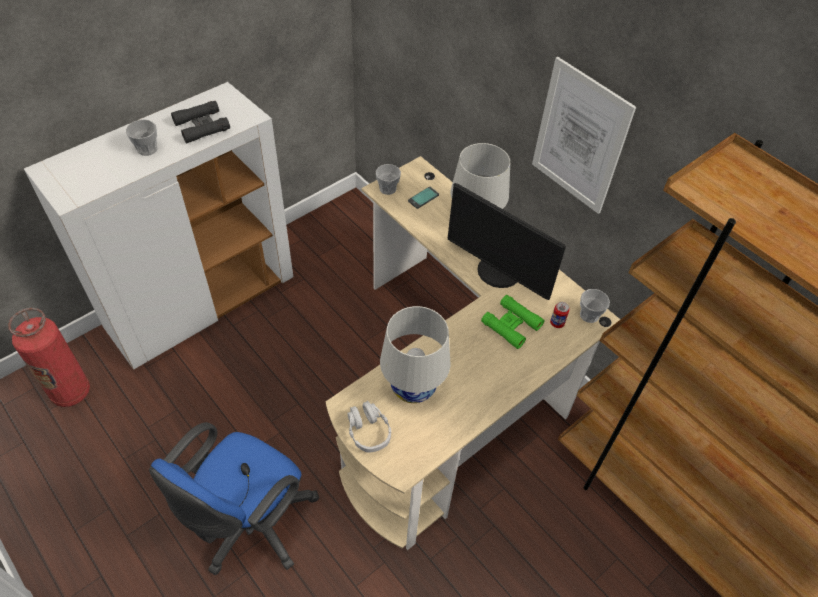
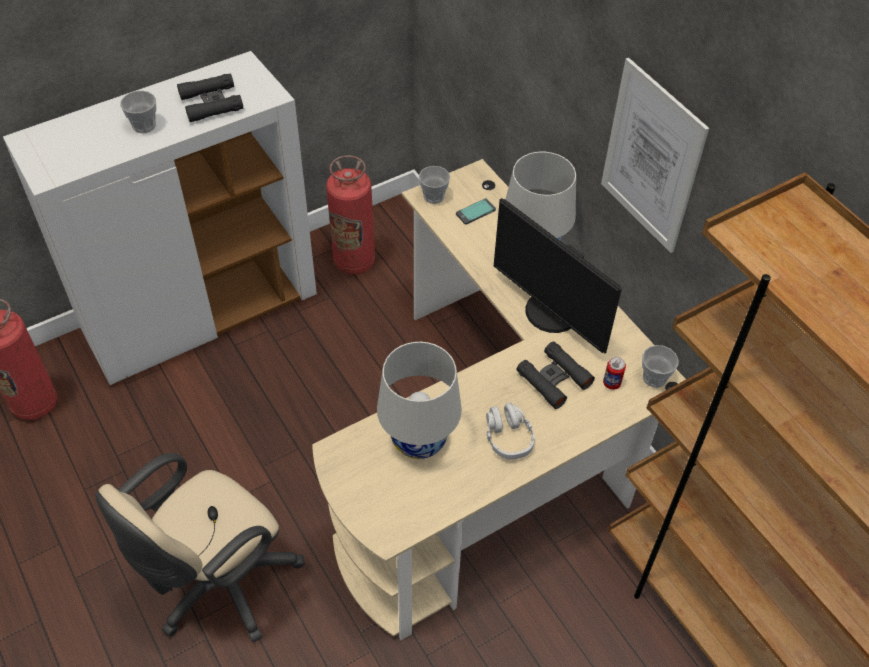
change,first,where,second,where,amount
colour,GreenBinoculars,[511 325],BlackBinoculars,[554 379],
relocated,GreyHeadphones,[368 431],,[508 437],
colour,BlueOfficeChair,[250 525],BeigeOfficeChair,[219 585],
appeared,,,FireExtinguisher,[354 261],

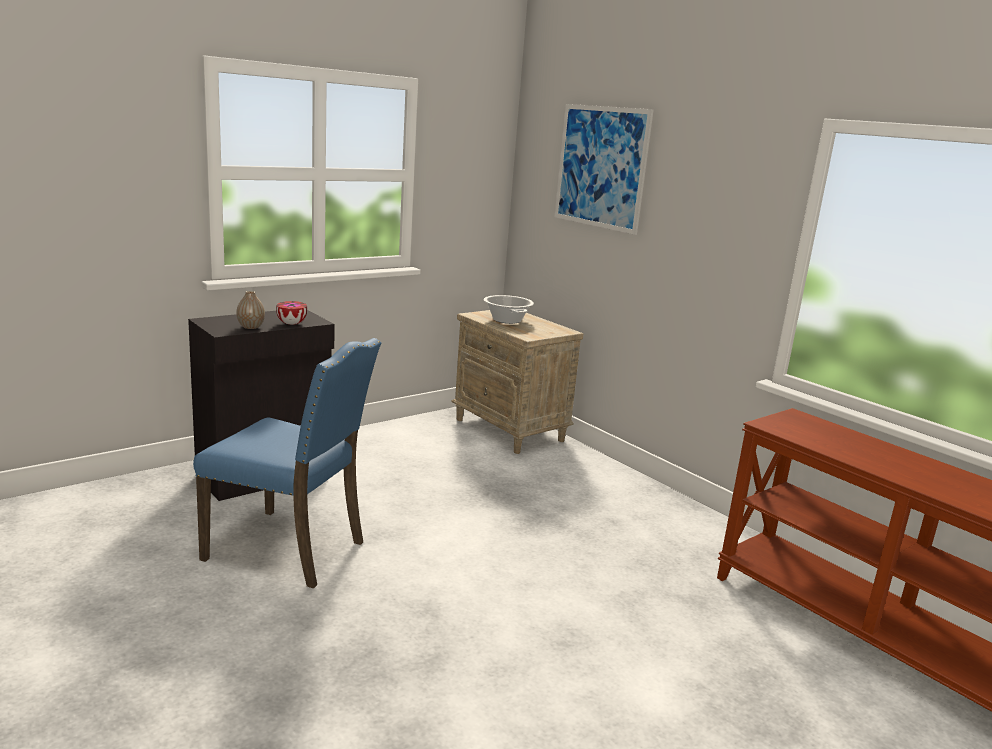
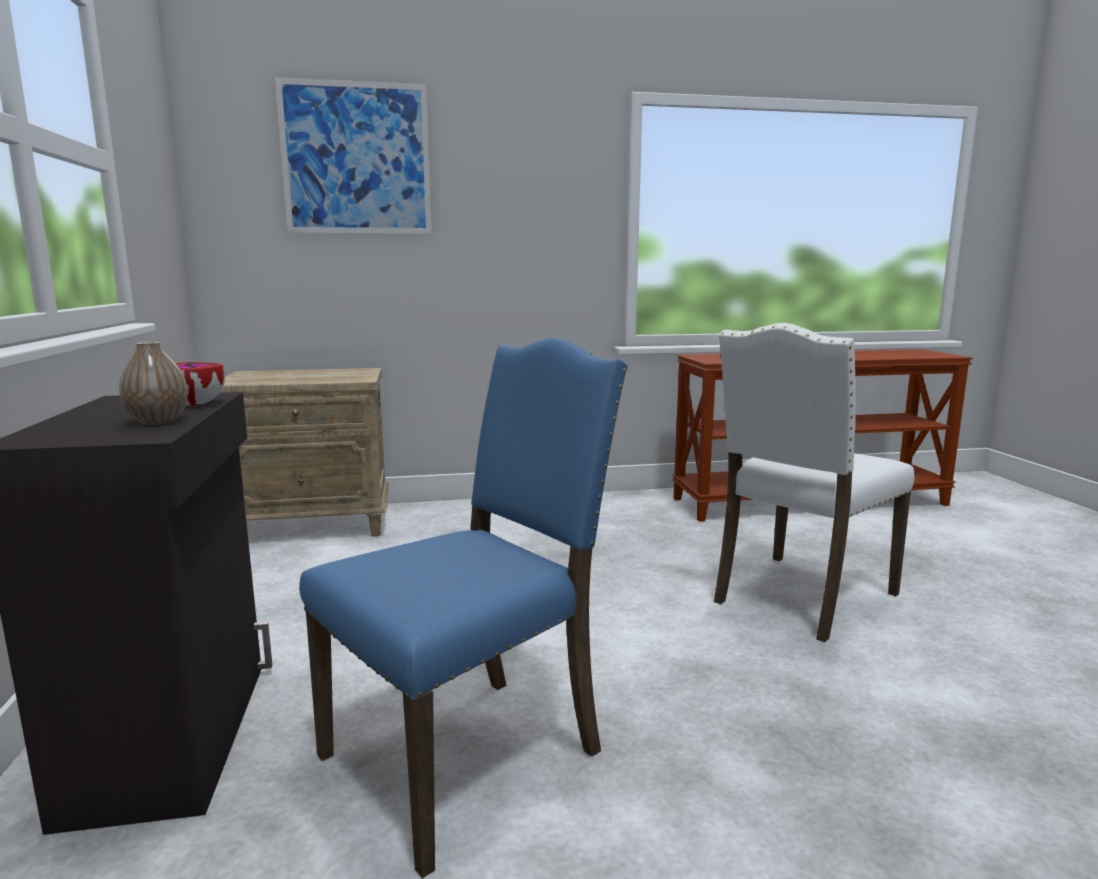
change,first,where,second,where,amount
missing,CookingPot,[506 320],,,
appeared,,,WhiteChair,[800 597],

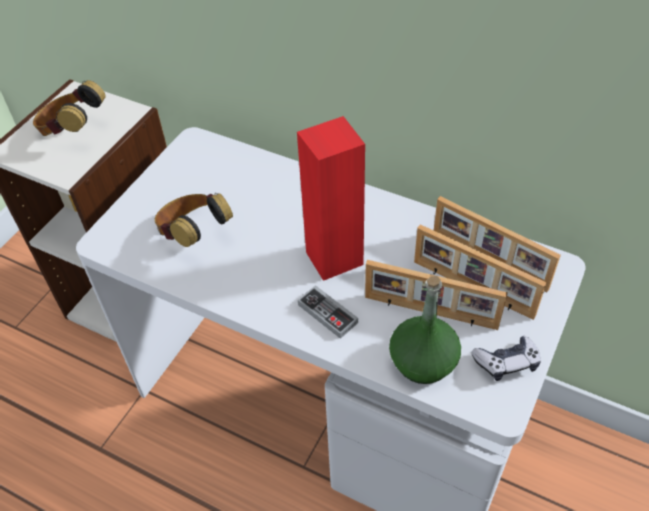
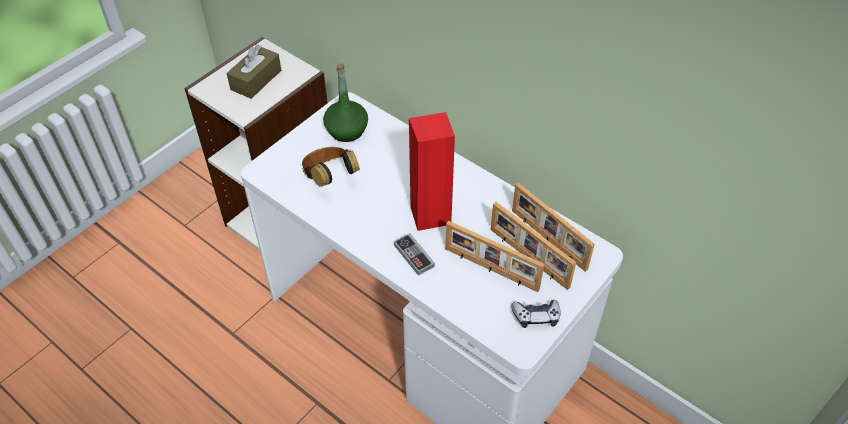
change,first,where,second,where,amount
exchanged,Headphones,[73 131],BrownTissueBox,[256 80],
relocated,GreenBottle,[422 361],,[346 130],

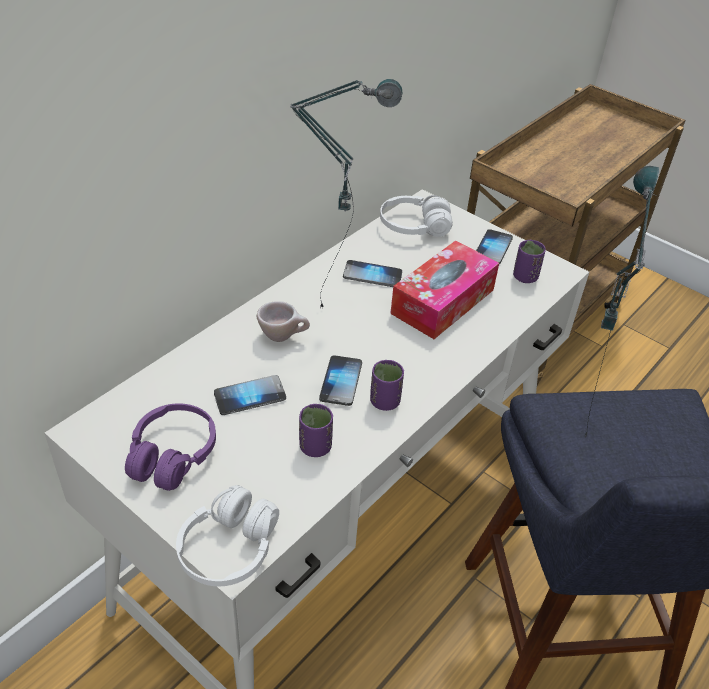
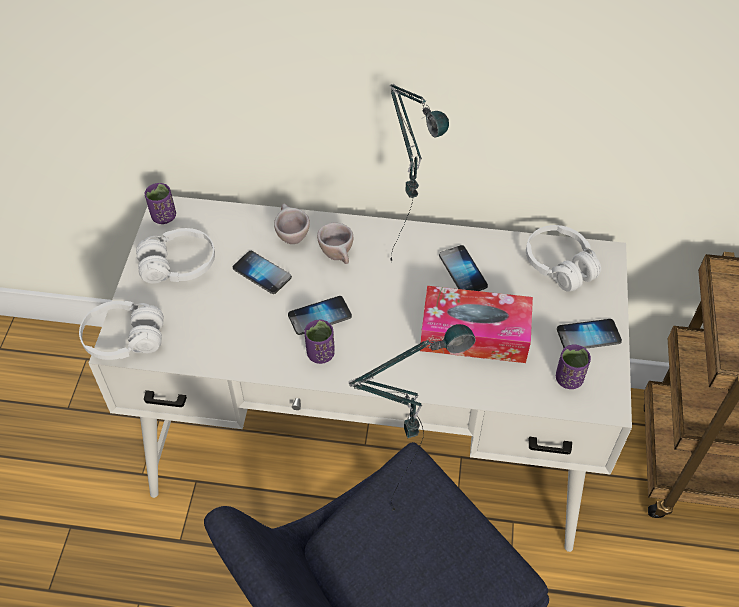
change,first,where,second,where,amount
colour,PurpleHeadphones,[172 455],WhiteHeadphones,[178 265],
relocated,PurpleCup,[315 447],,[164 216],
appeared,,,BeigeCup,[291 235],

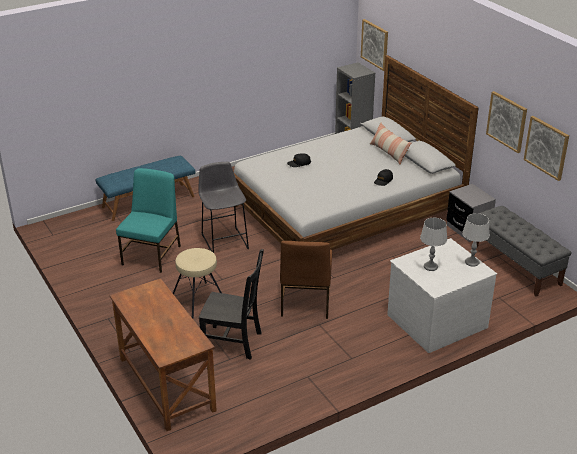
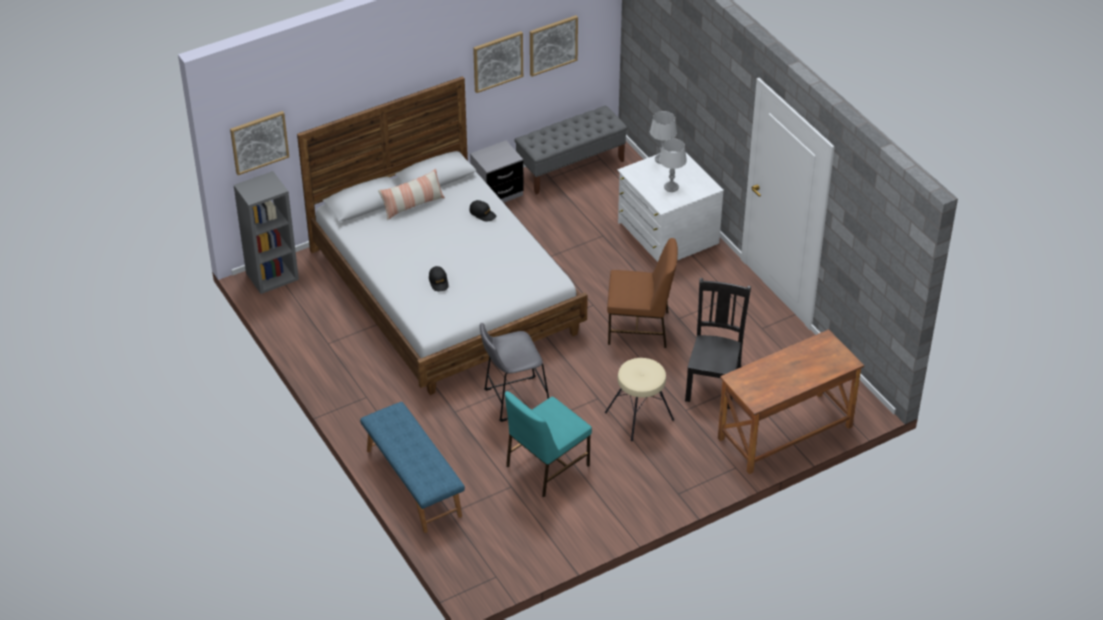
change,first,where,second,where,amount
spun,TurquoiseChair,[152 255],,[546 466],60 degrees counterclockwise

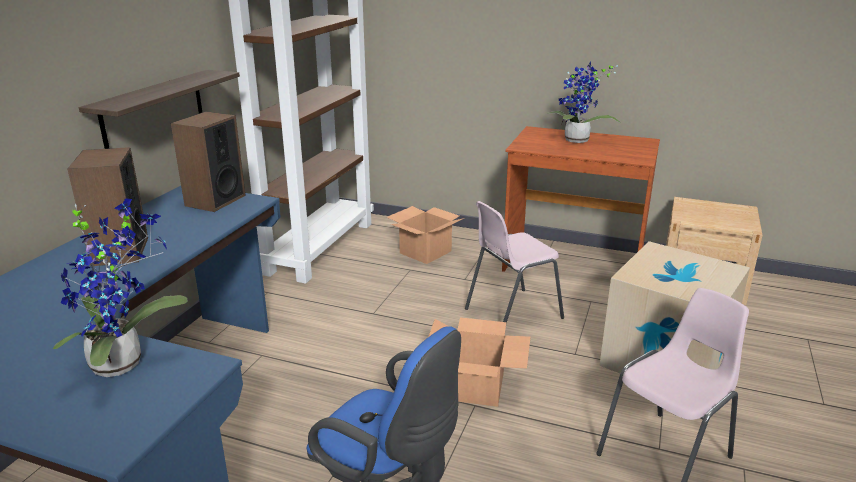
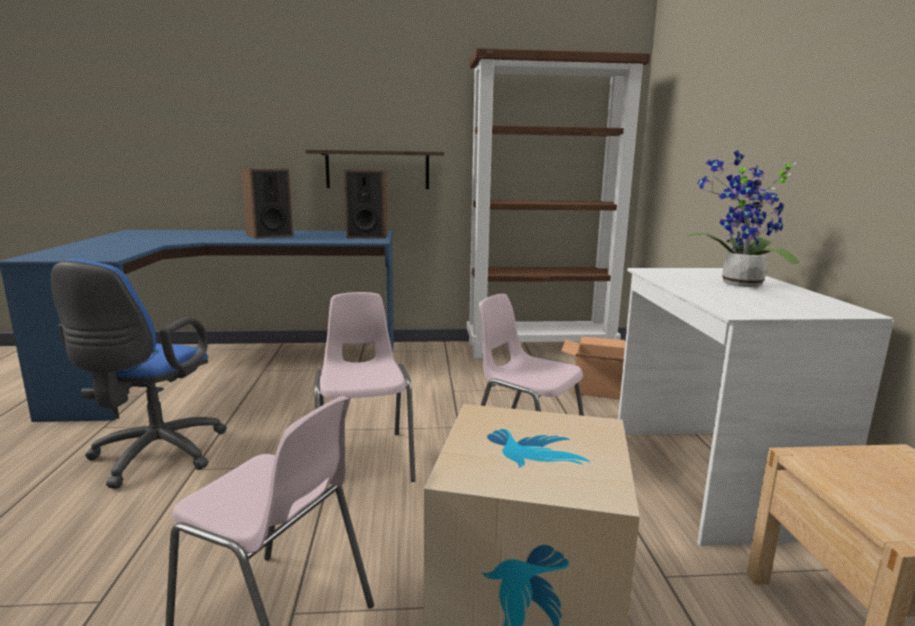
change,first,where,second,where,amount
colour,BrownDesk,[572 264],WhiteDesk,[709 478],
missing,PottedPlant,[124 362],,,
exchanged,CardboardBox,[475 386],PinkChair,[365 459],

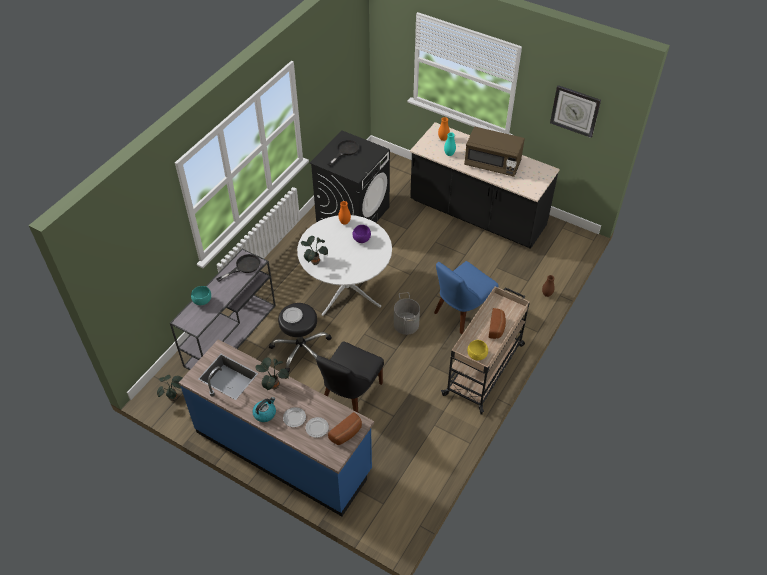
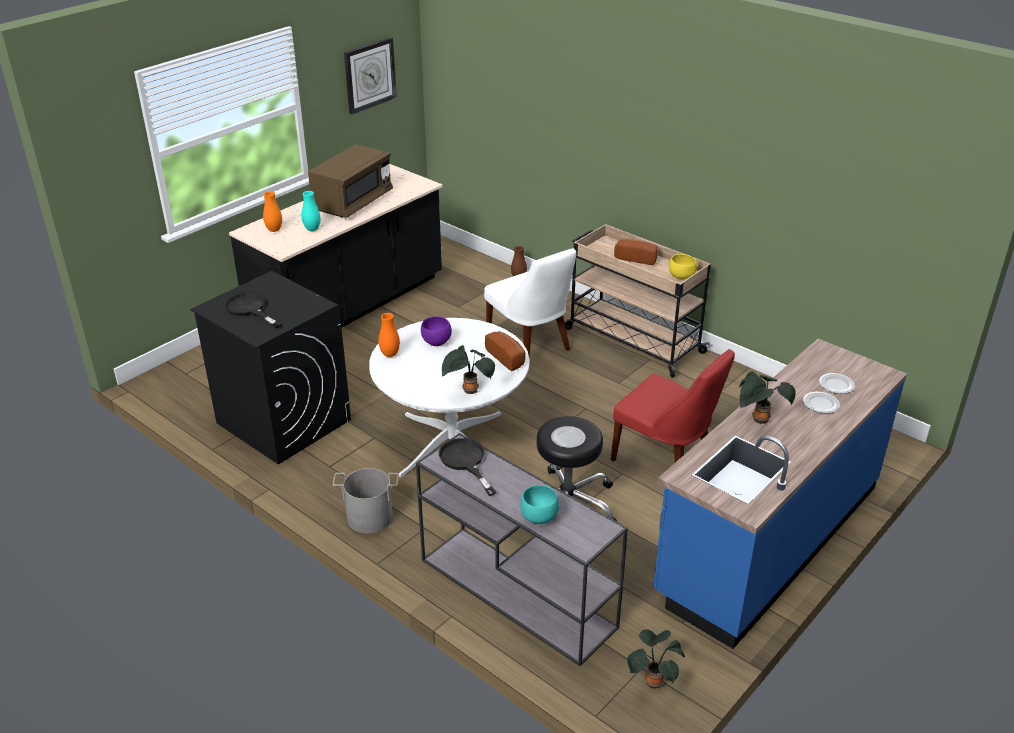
change,first,where,second,where,amount
colour,BlueChair,[461 312],WhiteChair,[530 345],
relocated,GreyBucket,[406 324],,[370 517],
colour,BlackChair,[350 395],RedChair,[665 461],
missing,Kettle,[265 413],,,
relocated,Bread,[347 434],,[507 357],

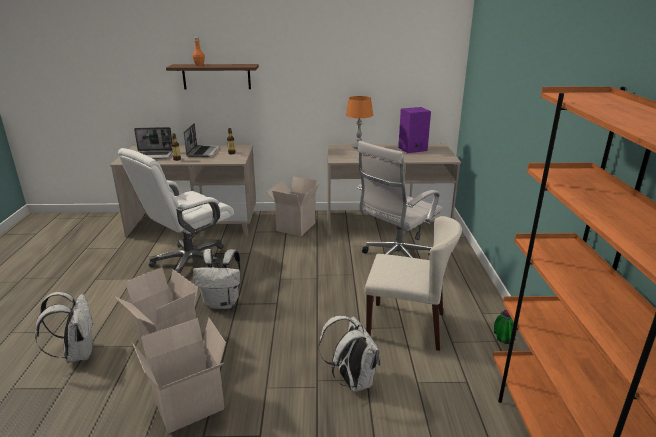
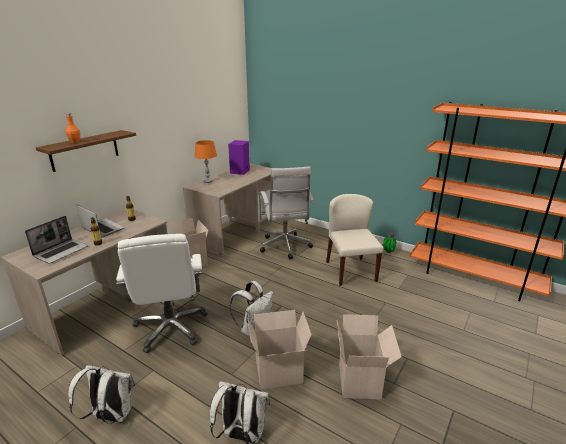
change,first,where,second,where,amount
spun,BeigeChair,[406 325],,[350 271],60 degrees counterclockwise
relocated,WhiteBackpack,[352 381],,[110 416],

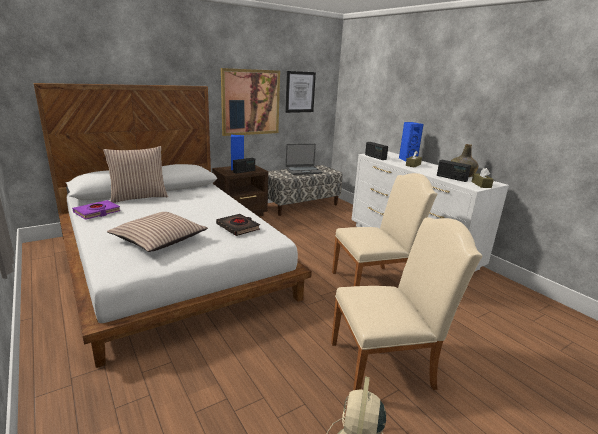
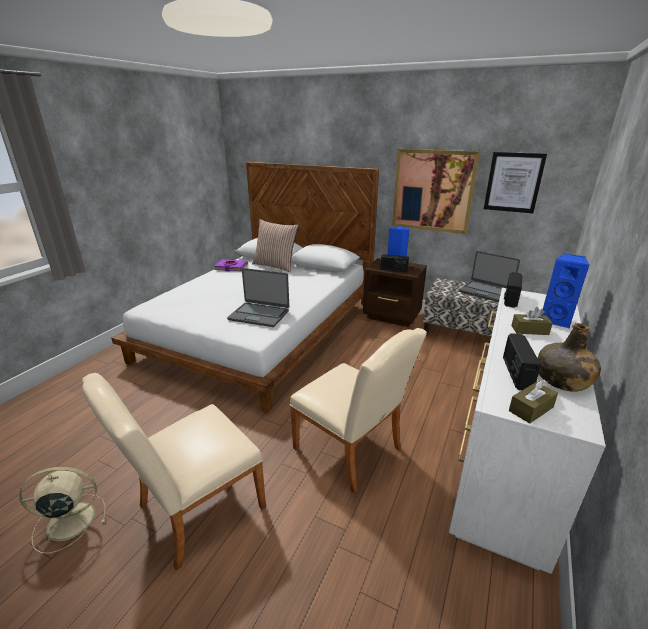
change,first,where,second,where,amount
missing,Pillow,[159 240],,,
exchanged,BlackBook,[238 227],Laptop,[259 315],
spun,BeigeChair,[388 364],,[194 511],90 degrees clockwise

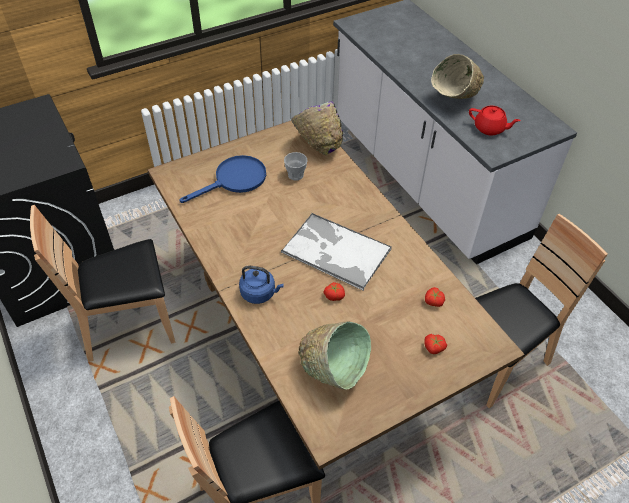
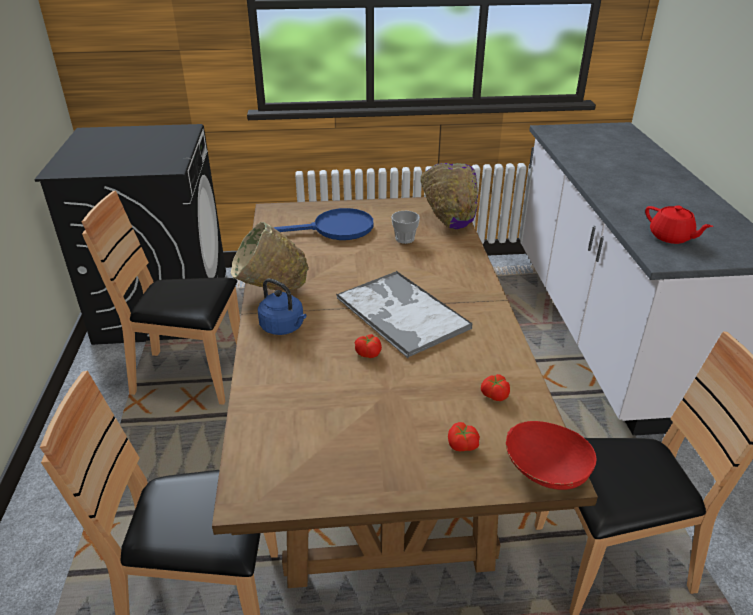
change,first,where,second,where,amount
relocated,BeigeBowl,[455 101],,[269 292],
missing,GreenBowl,[333 371],,,
appeared,,,RedBowl,[544 473],

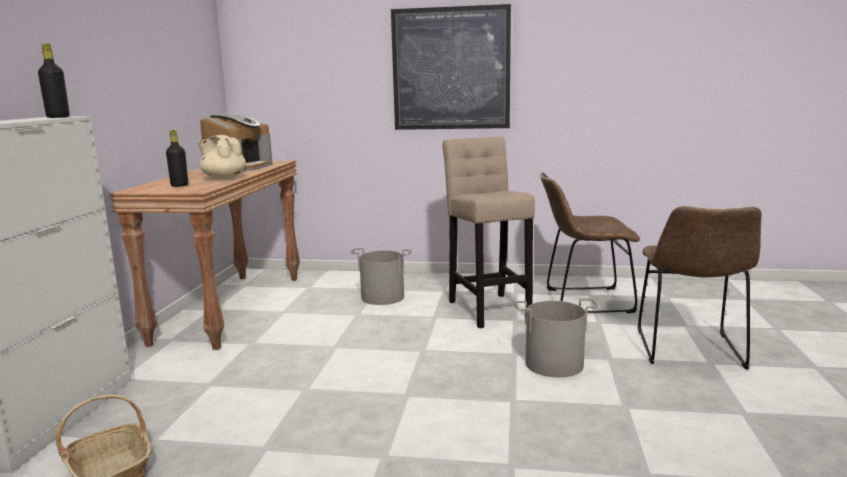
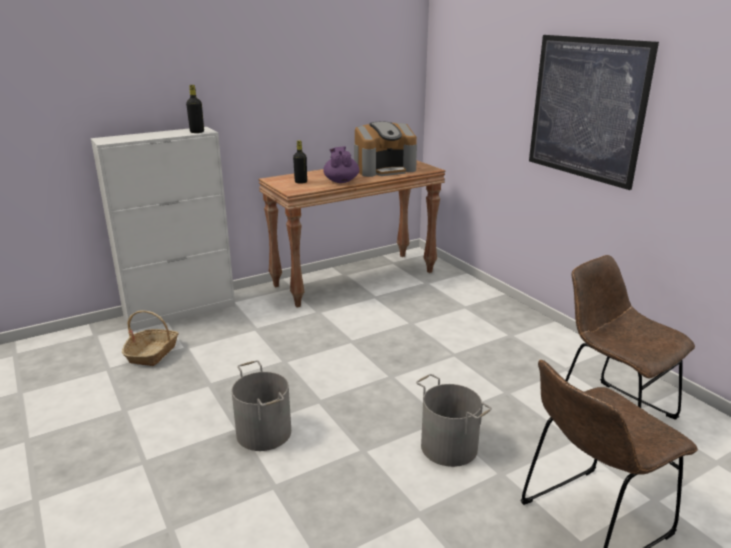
change,first,where,second,where,amount
colour,BeigeTeapot,[223 178],PurpleTeapot,[341 181],
missing,BeigeStool,[488 308],,,
relocated,GreyBucket,[383 297],,[264 432],

